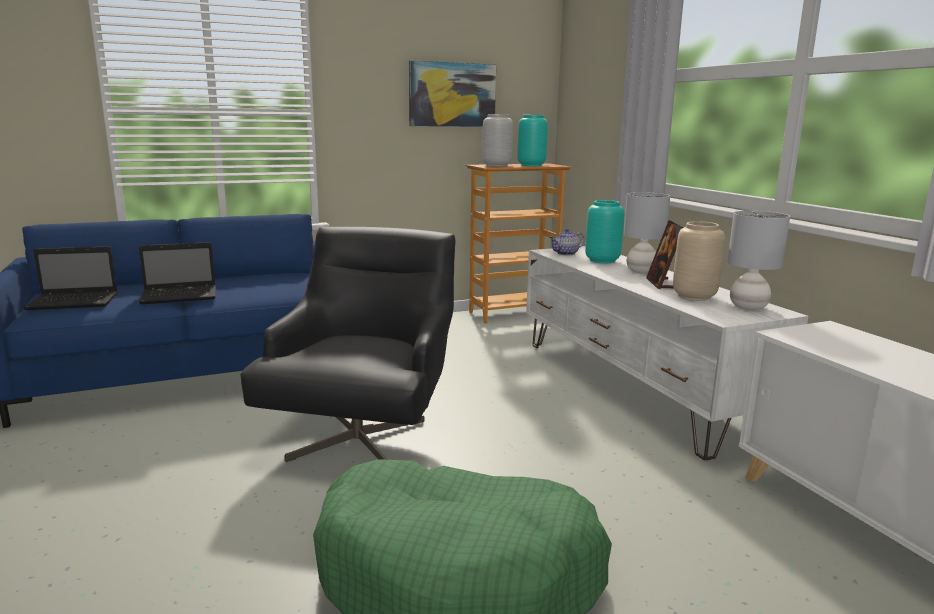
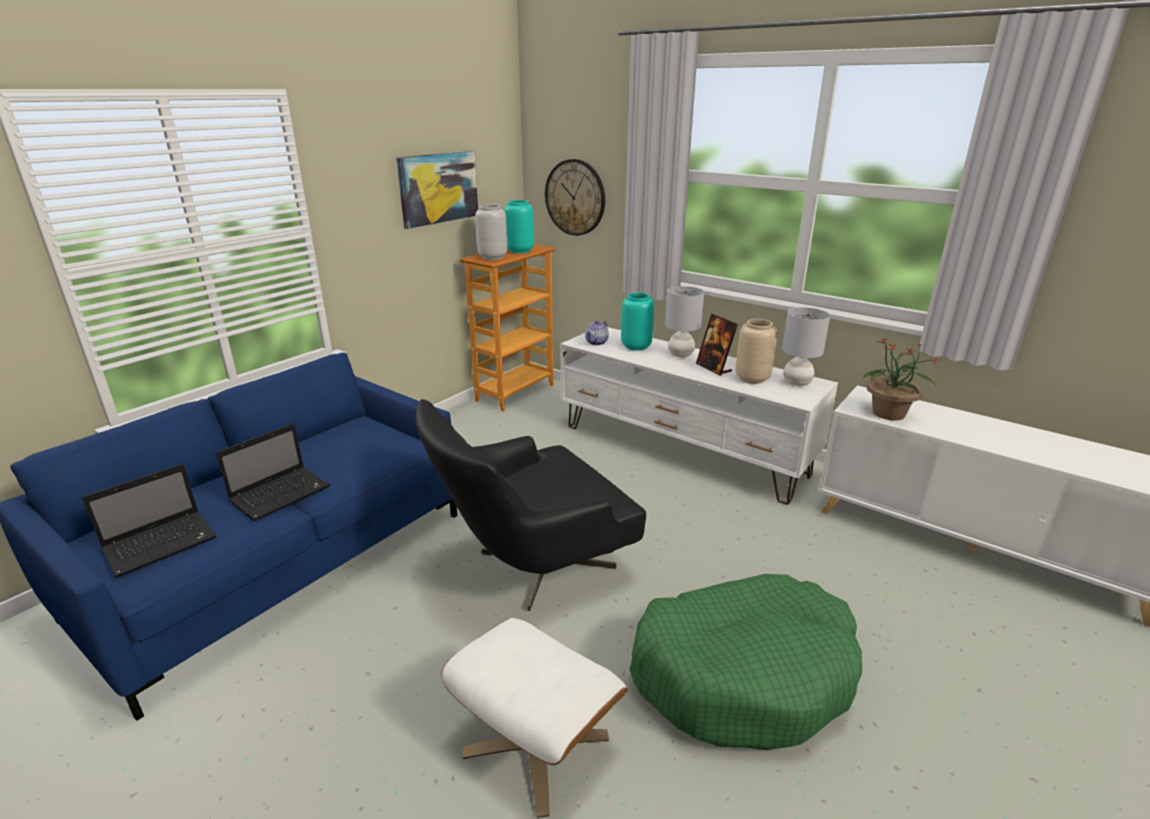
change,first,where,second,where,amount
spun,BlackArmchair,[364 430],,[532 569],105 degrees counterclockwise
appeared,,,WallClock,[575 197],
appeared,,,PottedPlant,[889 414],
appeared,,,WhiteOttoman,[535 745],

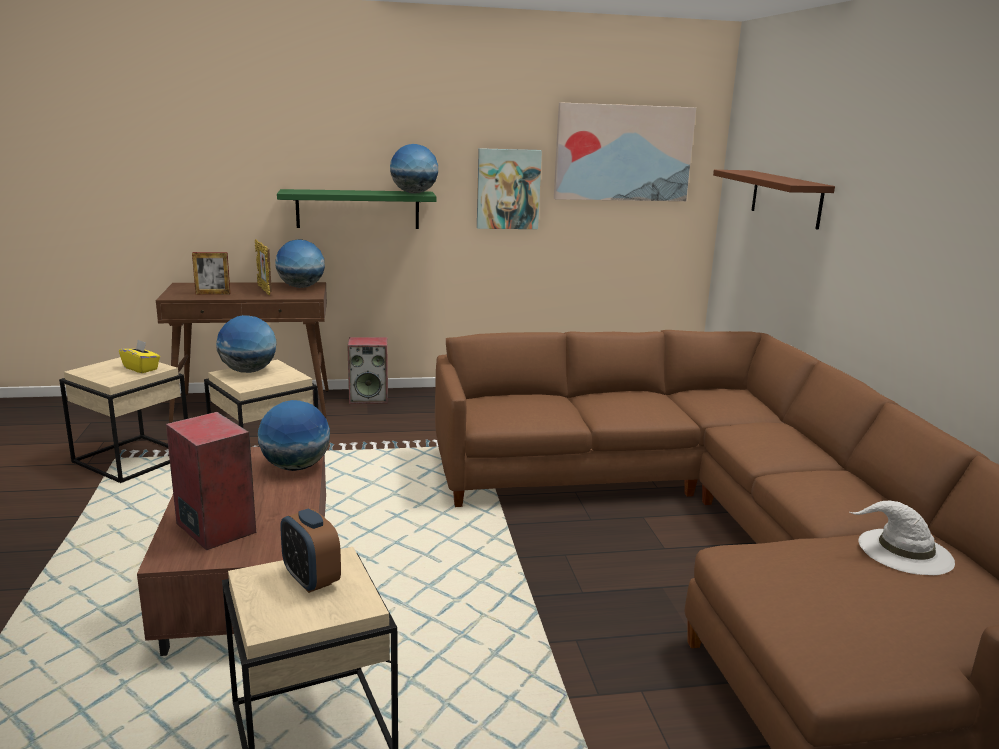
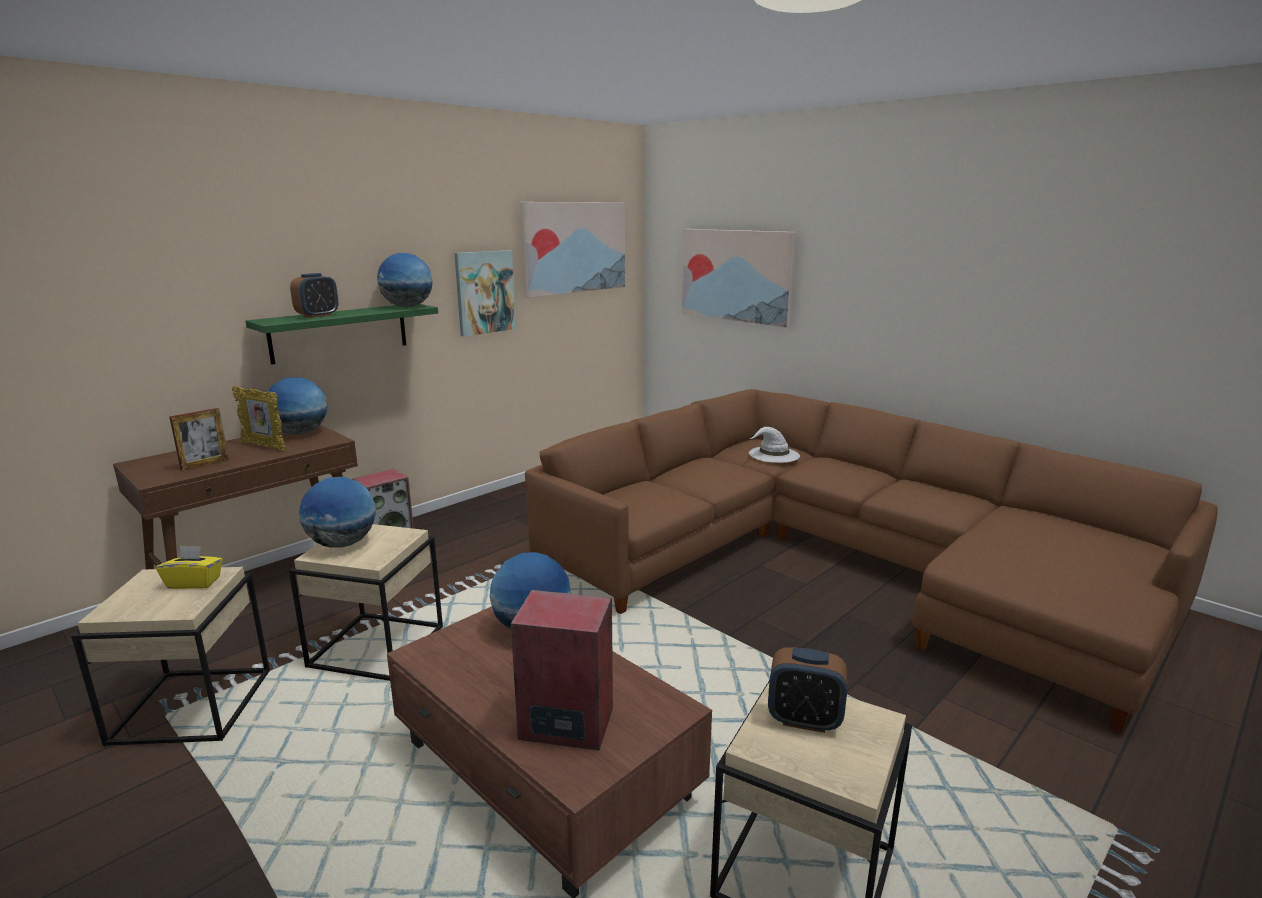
change,first,where,second,where,amount
exchanged,BrownShelf,[786 198],Picture,[737 275],
relocated,WhiteHat,[904 551],,[773 454],
appeared,,,AlarmClock,[317 316],

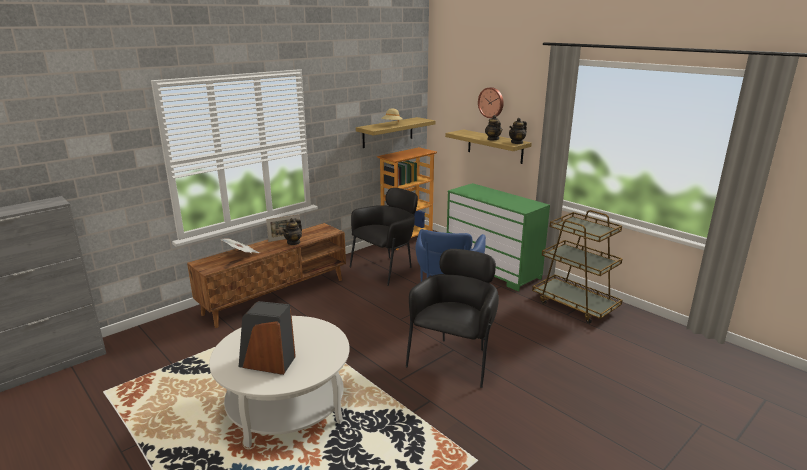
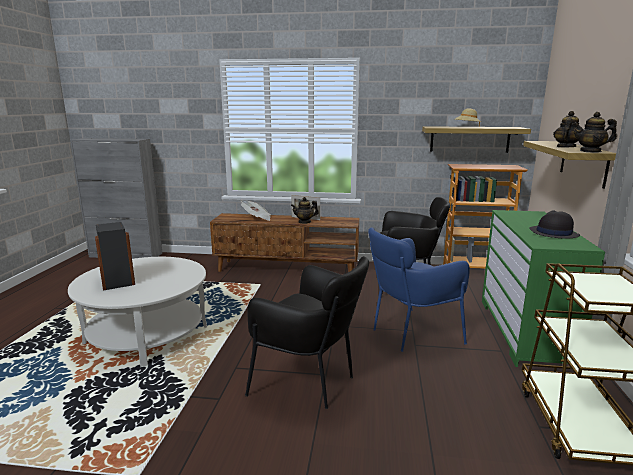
change,first,where,second,where,amount
missing,WallClock,[491 102],,,
spun,BlackArmchair,[454 358],,[310 382],45 degrees clockwise
appeared,,,BlackHat,[553 233],

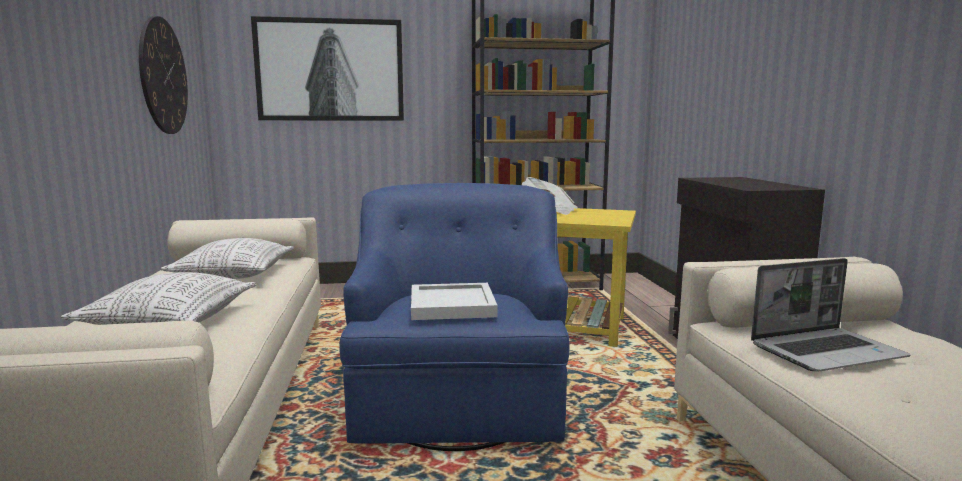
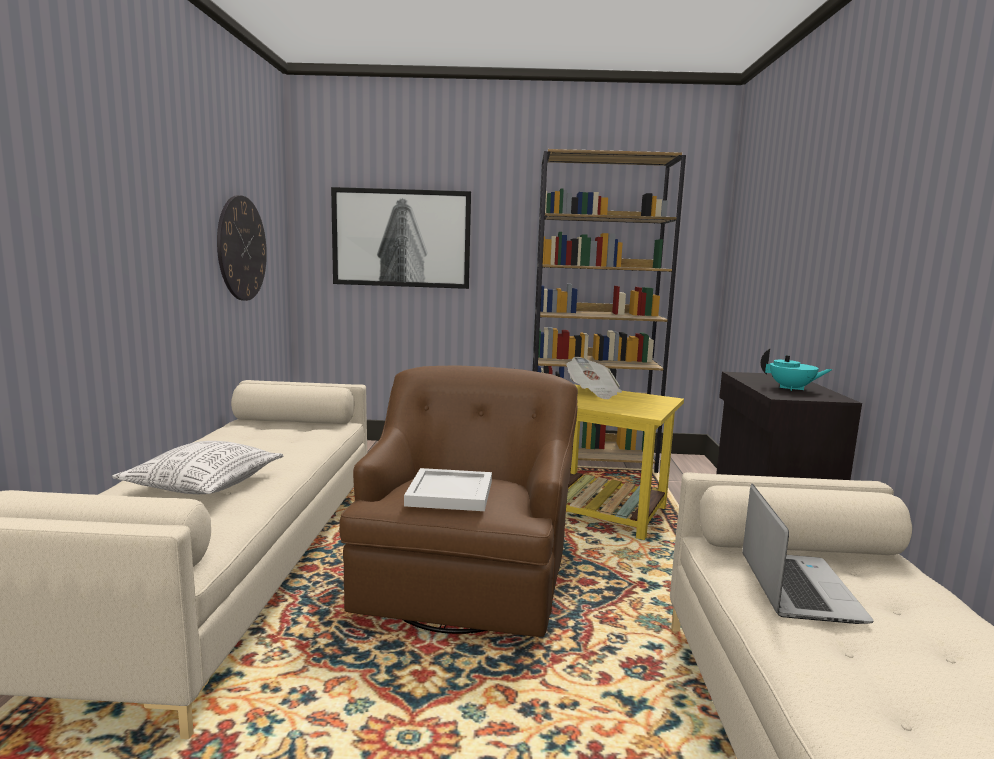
change,first,where,second,where,amount
colour,BlueArmchair,[458 397],BrownArmchair,[465 576],
missing,Pillow,[234 275],,,
spun,Laptop,[826 351],,[796 587],75 degrees counterclockwise
appeared,,,TurquoiseTeapot,[791 389],

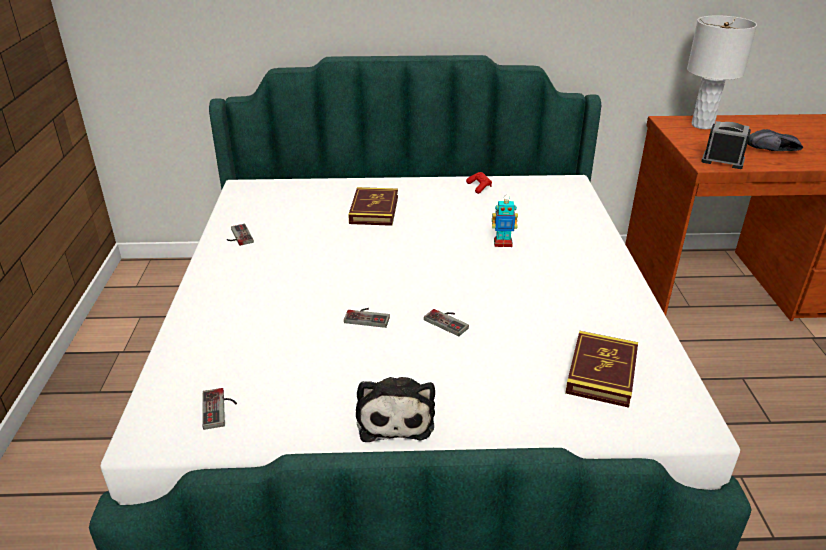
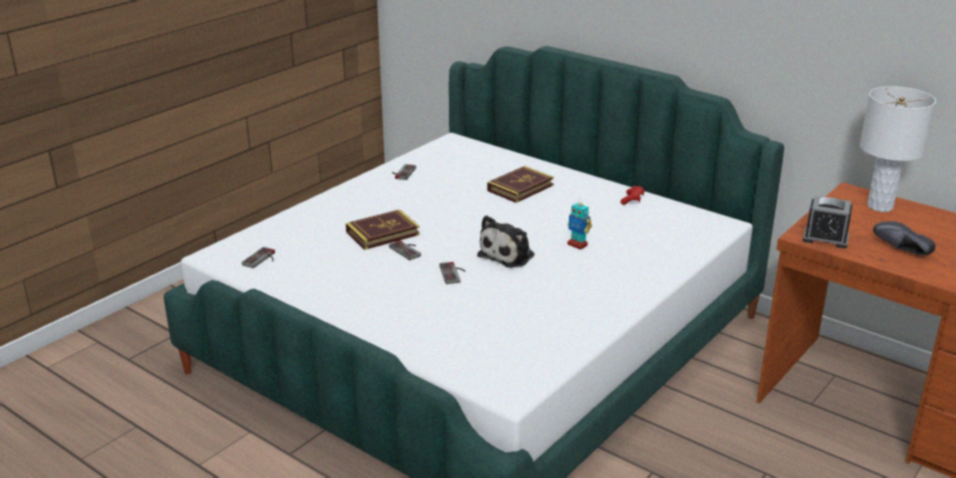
change,first,where,second,where,amount
spun,AlarmClock,[722 160],,[825 238],135 degrees clockwise
relocated,Book,[601 372],,[382 233],
relocated,PlushToy,[395 416],,[508 254],

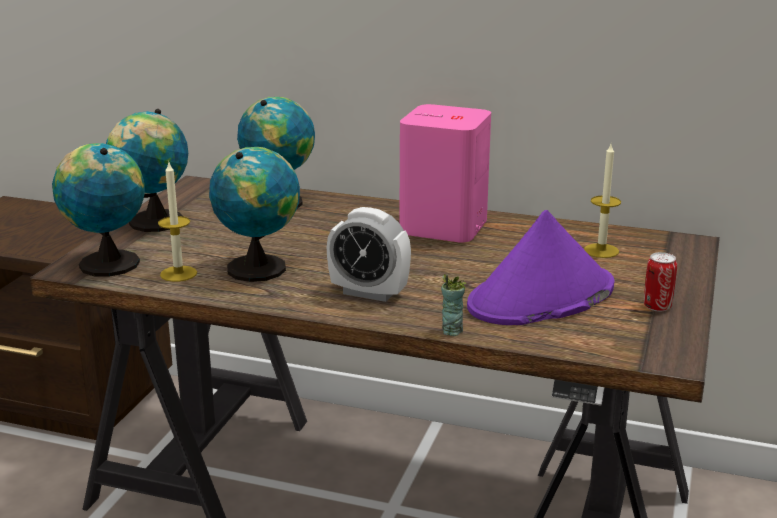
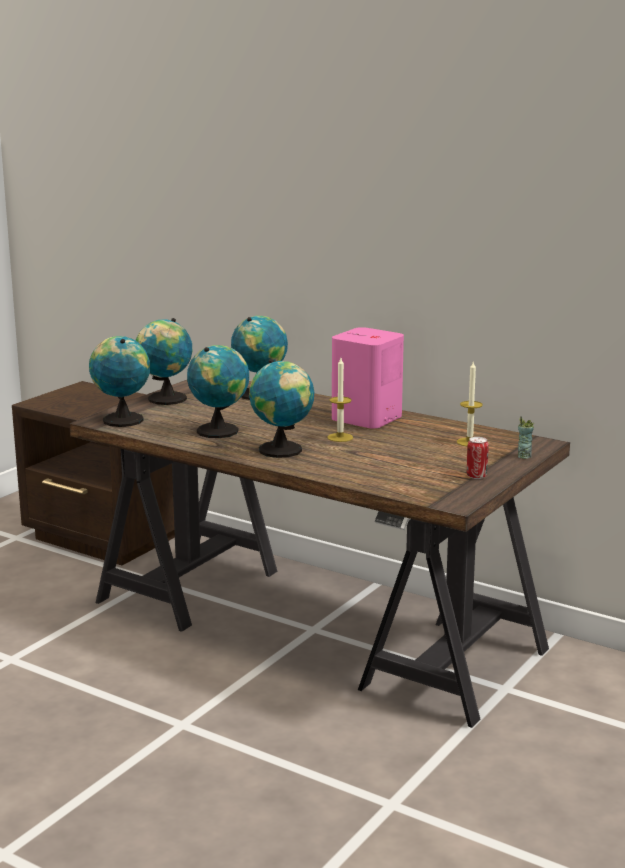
change,first,where,second,where,amount
relocated,Candle,[178 274],,[340 437],
exchanged,AlarmClock,[369 293],Globe,[283 451],
missing,PurpleHat,[541 297],,,
relocated,Cup,[451 330],,[524 456],

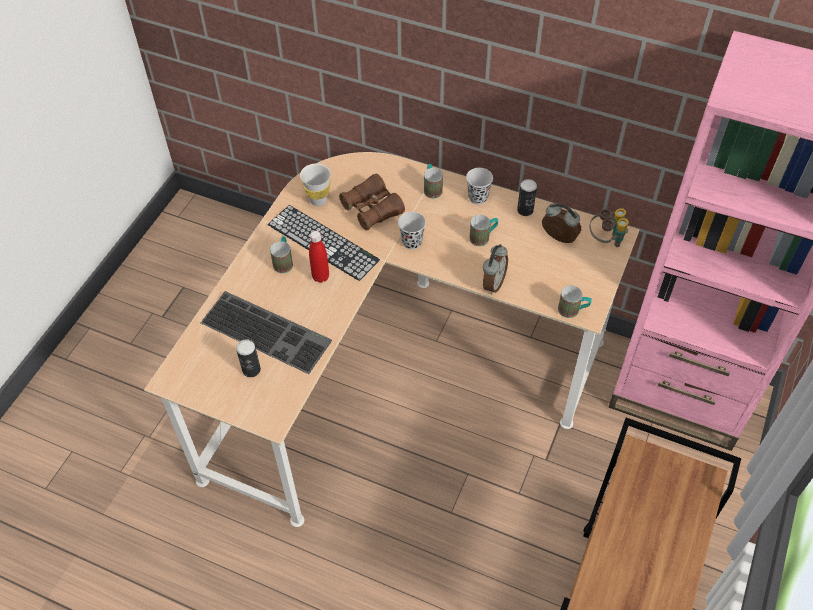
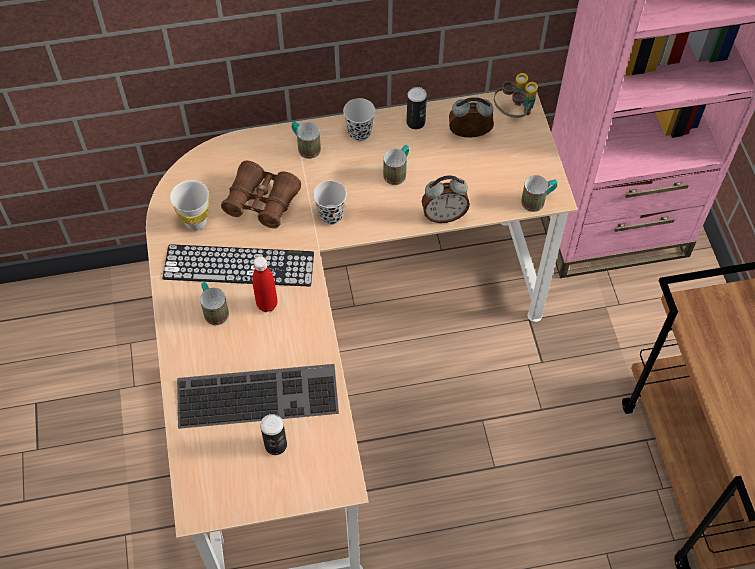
change,first,where,second,where,amount
spun,AlarmClock,[493 284],,[444 215],90 degrees clockwise

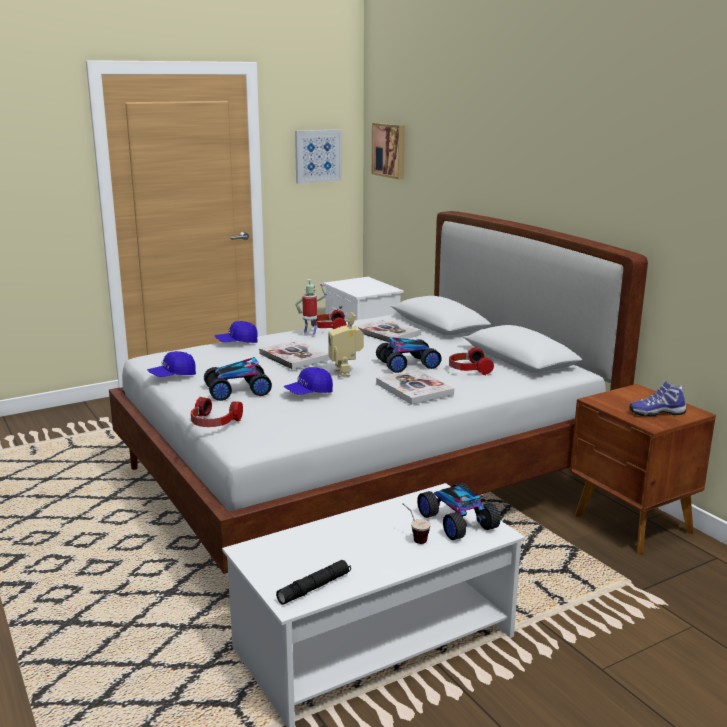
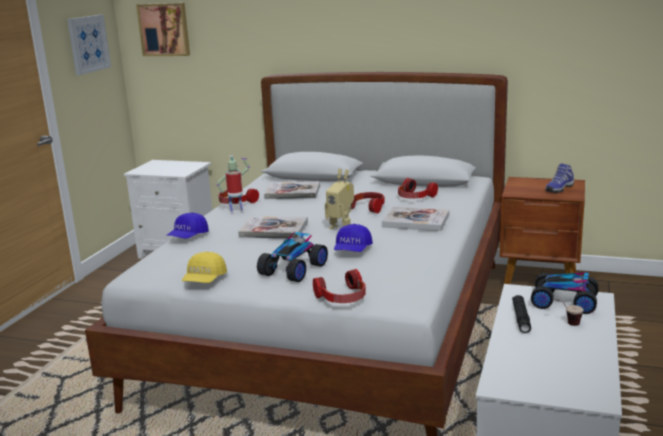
change,first,where,second,where,amount
exchanged,ToyCar,[408 365],Headphones,[367 208],
colour,BlueCap,[172 376],YellowCap,[204 280],
relocated,BlackFlashlight,[314 587],,[521 318],

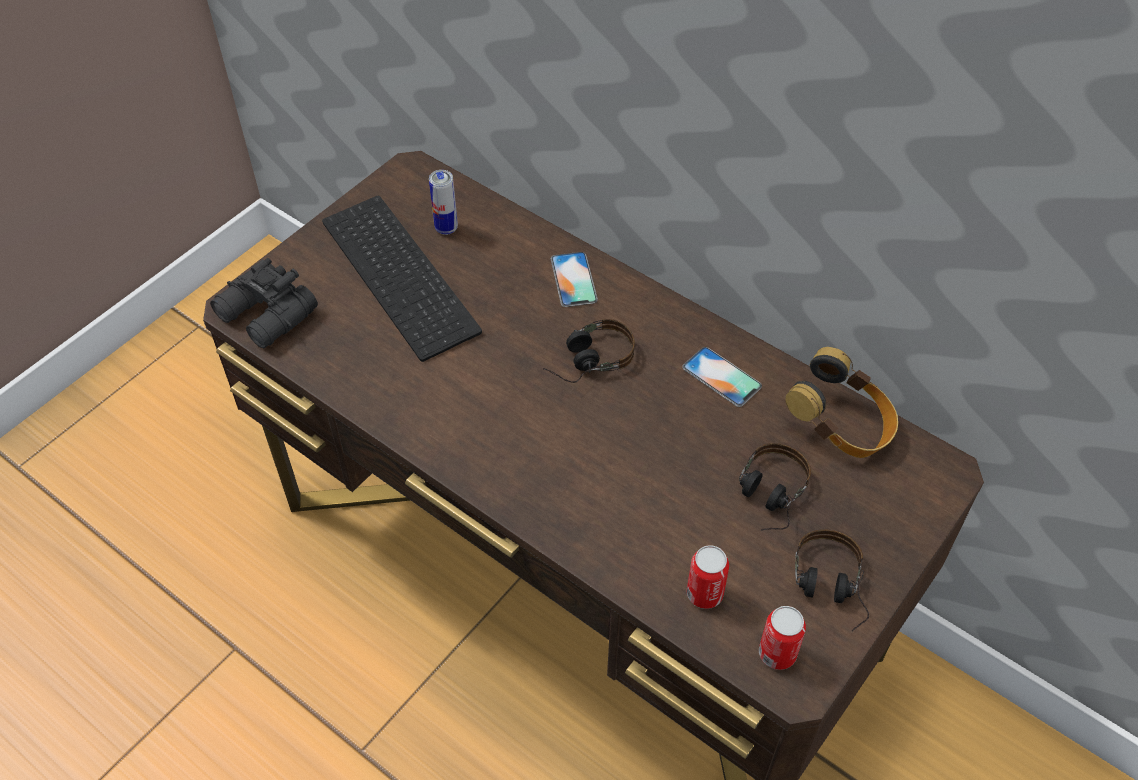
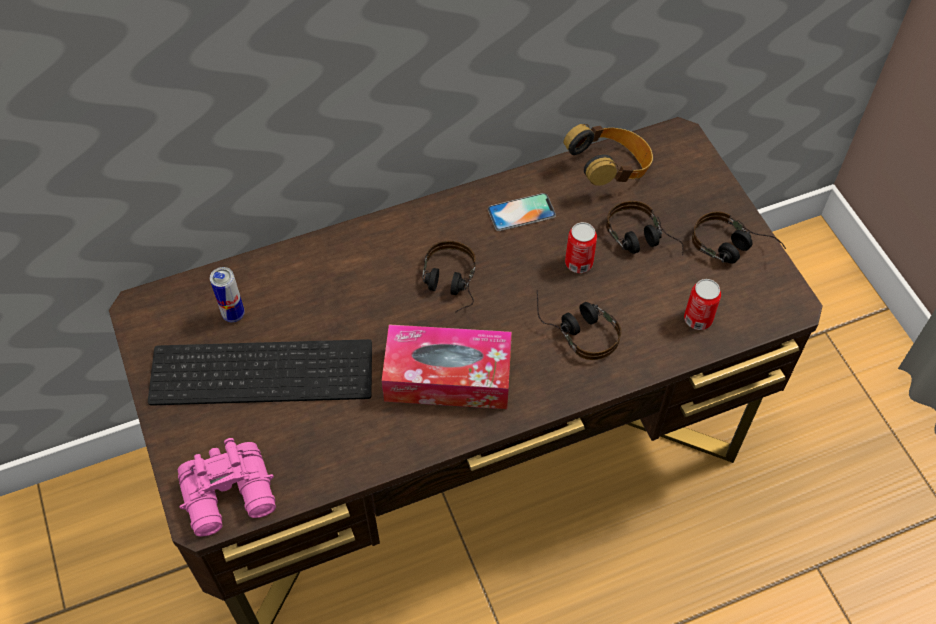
change,first,where,second,where,amount
missing,Phone,[573 279],,,
colour,BlackBinoculars,[266 316],PinkBinoculars,[231 496],
relocated,Can,[777 653],,[578 263],
appeared,,,Headphones,[576 328],
appeared,,,TissueBox,[448 377],

